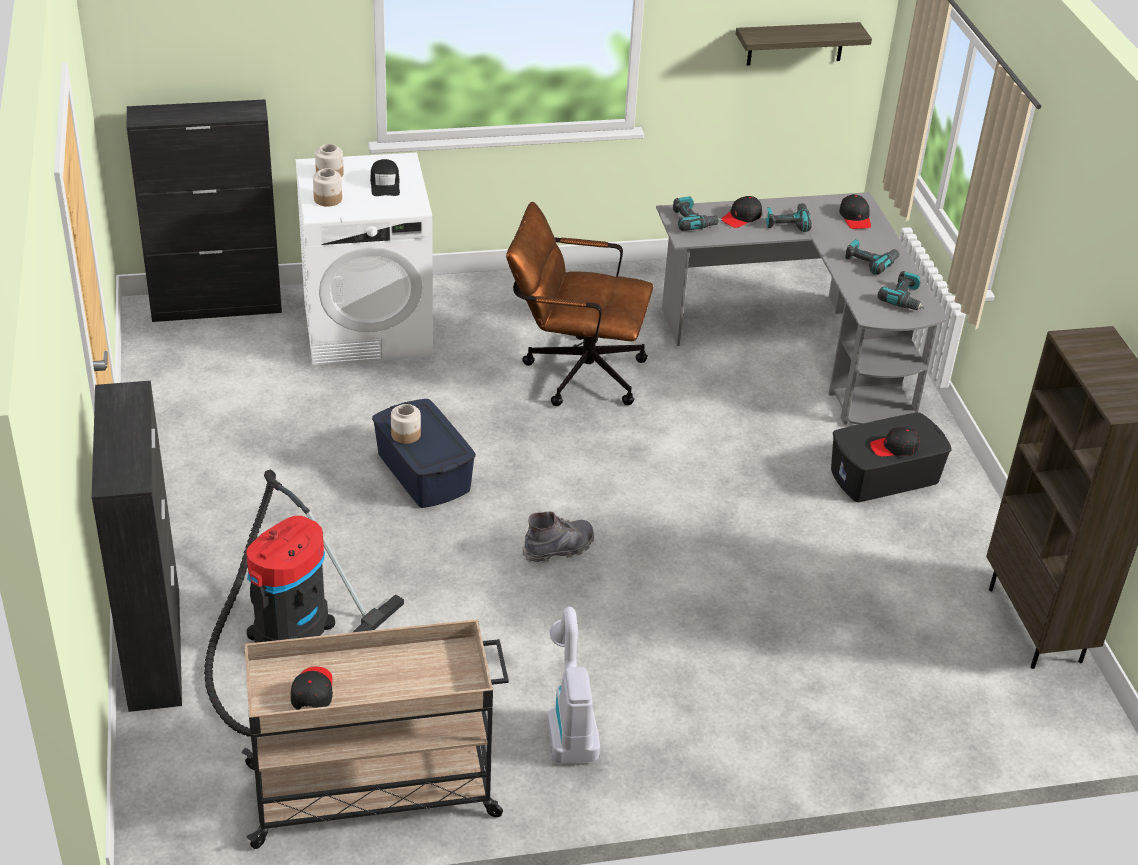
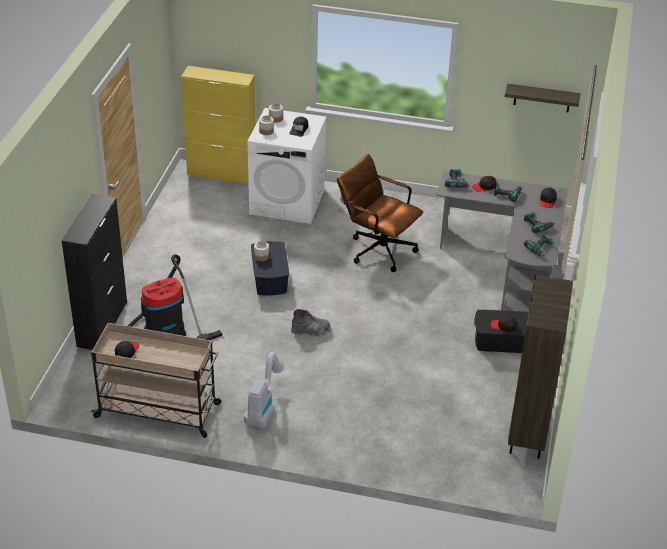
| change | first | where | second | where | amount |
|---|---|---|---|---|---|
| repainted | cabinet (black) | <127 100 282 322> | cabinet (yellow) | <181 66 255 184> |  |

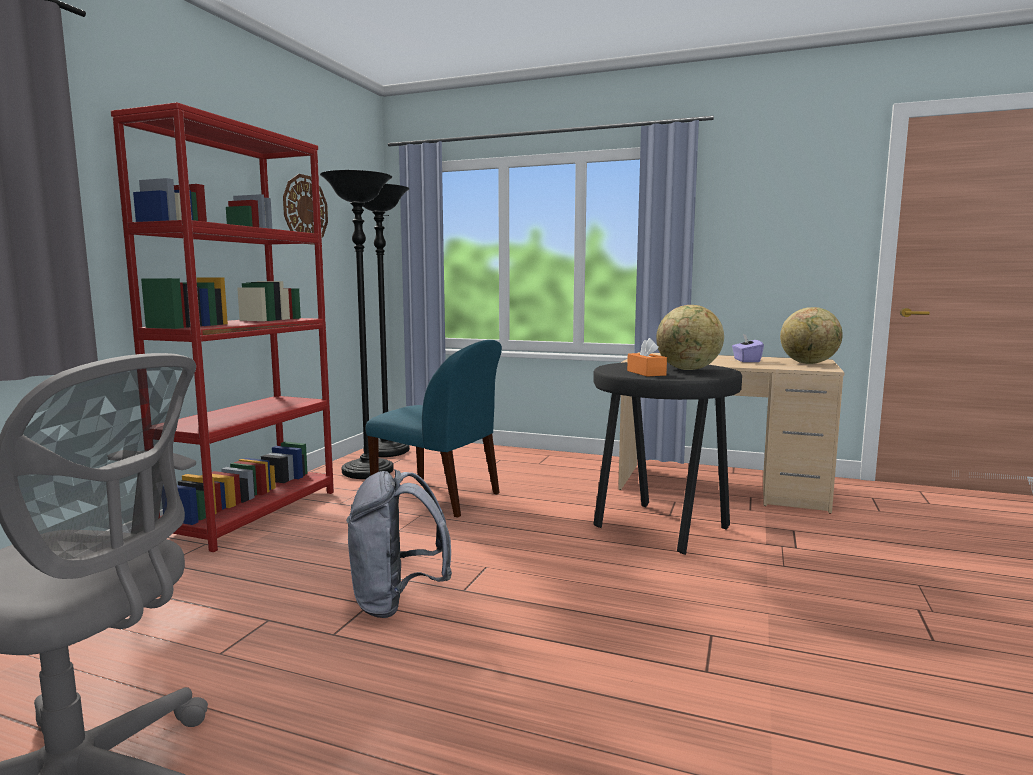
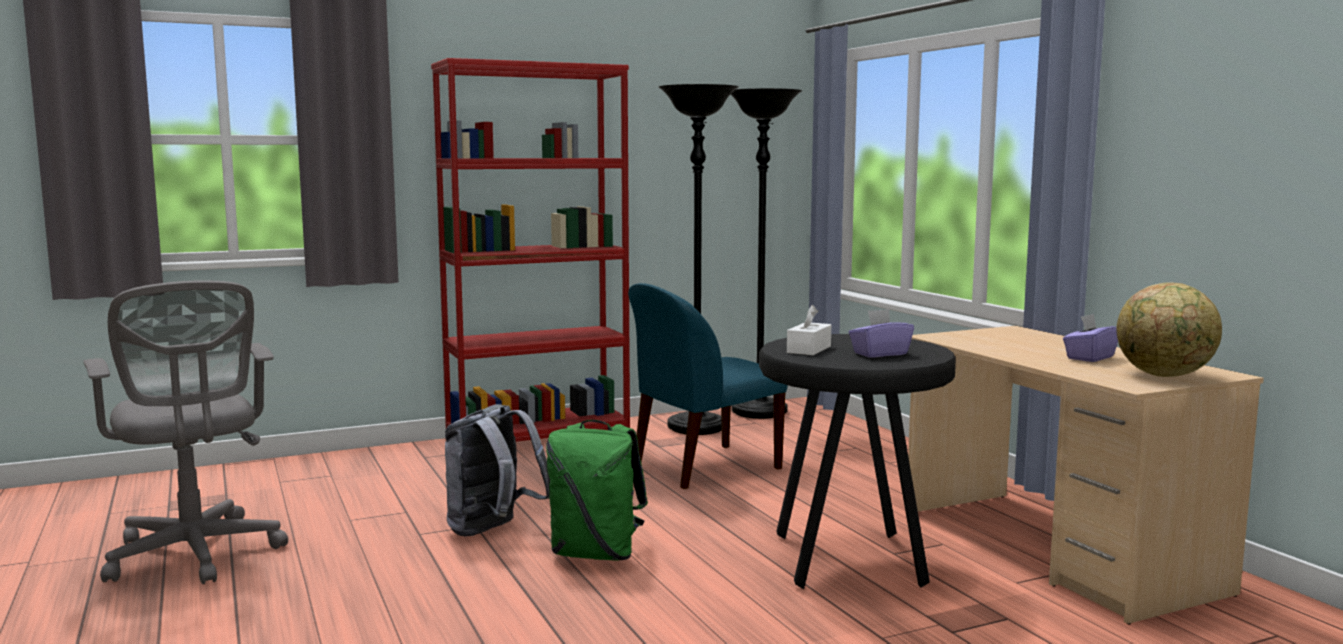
| change | first | where | second | where | amount |
|---|---|---|---|---|---|
| gone | wall clock | <283 174 328 245> |  |  |  |
| new |  |  | backpack (green) | <546 420 648 561> |  |
| swapped | globe | <656 305 724 370> | tissue box (purple) | <849 309 914 357> |  |
| repainted | tissue box (orange) | <627 338 667 377> | tissue box (white) | <787 305 831 355> |  |
| rotated | chair (blue) | <365 340 502 518> |  | <628 283 788 489> | 75 degrees clockwise |

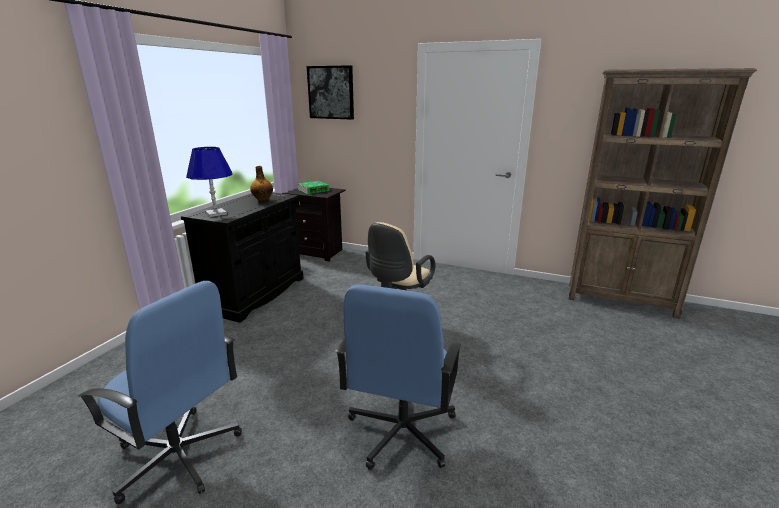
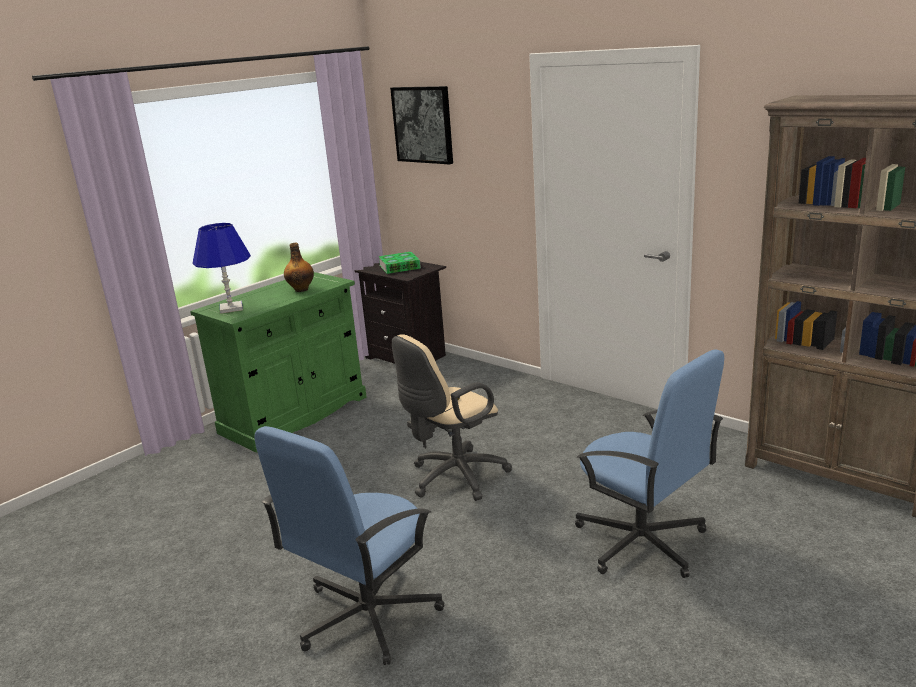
| change | first | where | second | where | amount |
|---|---|---|---|---|---|
| shifted | office chair (blue) | <77 281 242 504> |  | <575 349 724 578> |  |
| repainted | cabinet (black) | <181 192 304 323> | cabinet (green) | <190 272 367 453> |  |

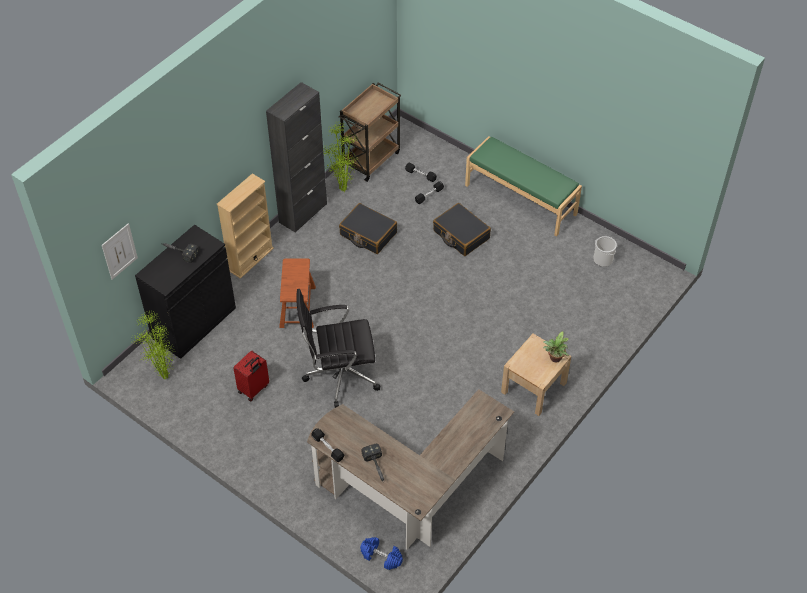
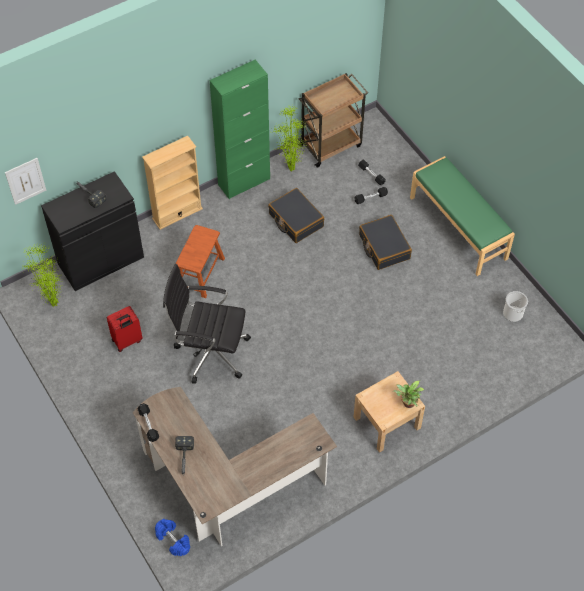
| change | first | where | second | where | amount |
|---|---|---|---|---|---|
| repainted | cabinet (black) | <266 82 327 233> | cabinet (green) | <210 60 270 199> |  |

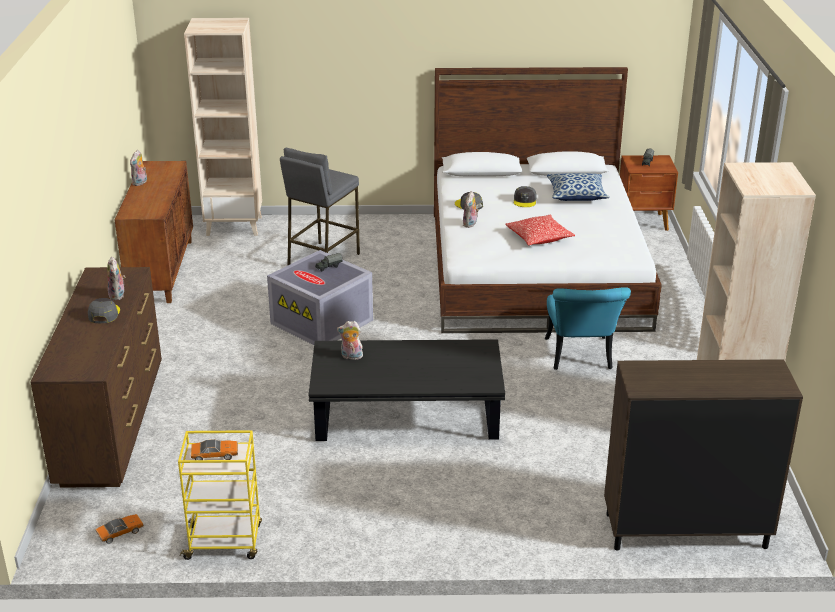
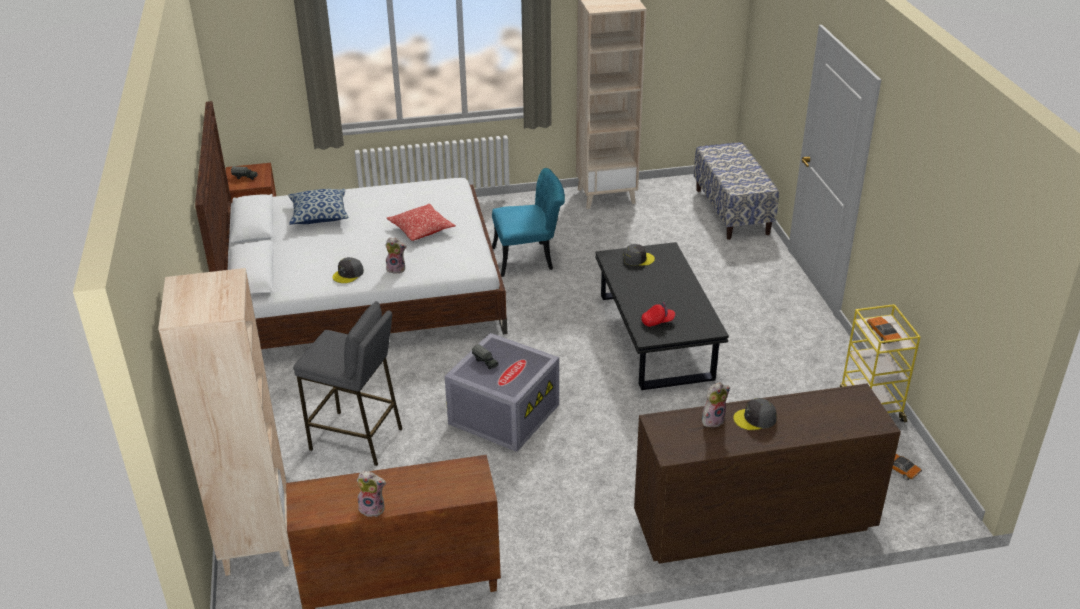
| change | first | where | second | where | amount |
|---|---|---|---|---|---|
| shifted | cap (grey) | <514 186 537 207> |  | <623 244 655 266> |  |
| swapped | plush toy | <337 321 363 360> | cap (red) | <641 302 675 327> |  |
| swapped | cabinet (brown) | <604 359 803 550> | bench | <694 142 779 240> |  |

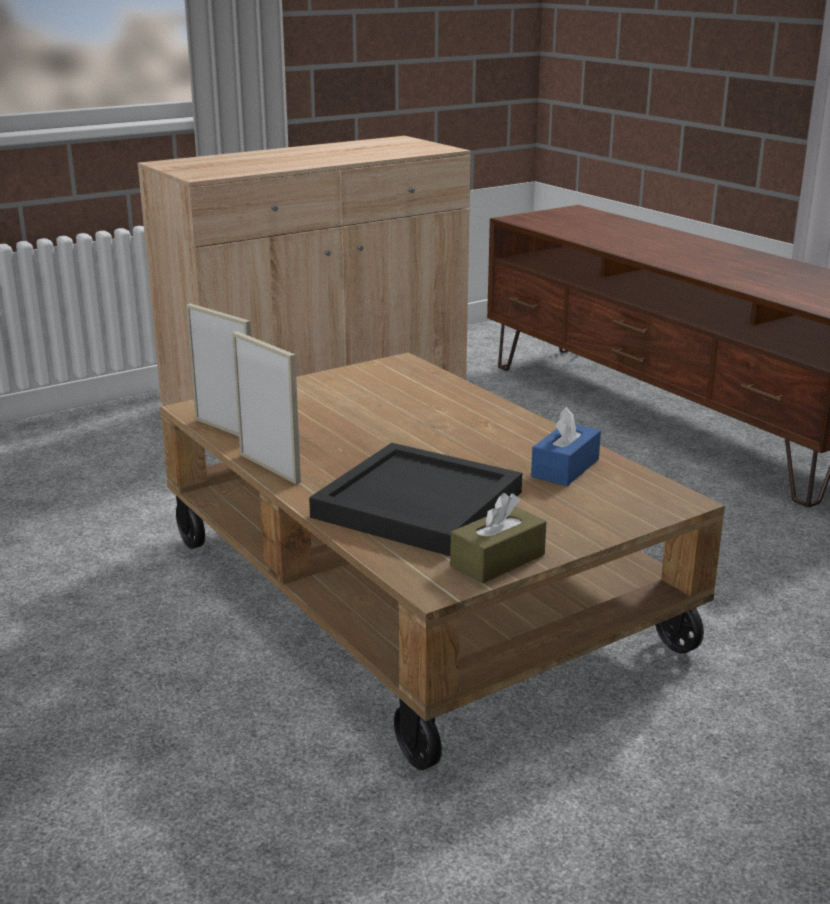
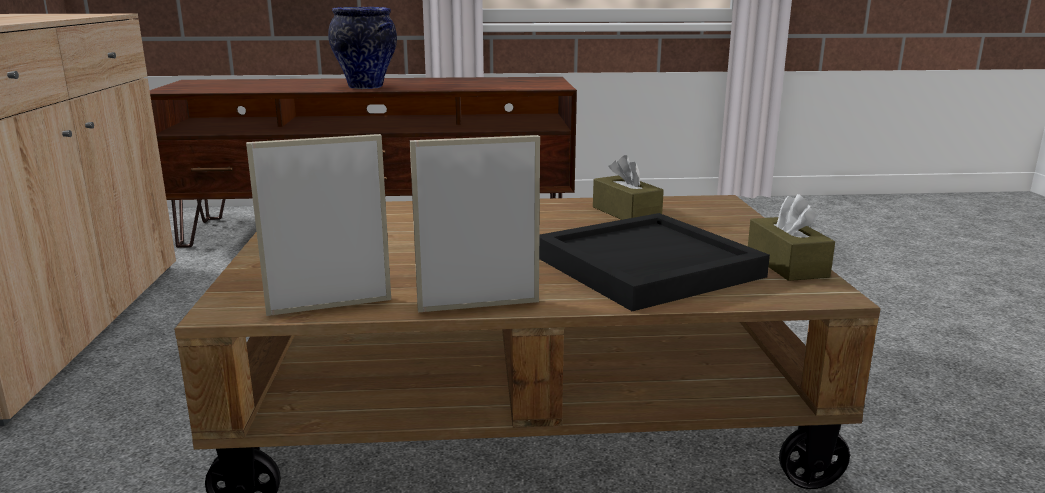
| change | first | where | second | where | amount |
|---|---|---|---|---|---|
| new |  |  | vase | <328 7 397 89> |  |
| repainted | tissue box (blue) | <531 407 601 486> | tissue box (brown) | <593 155 664 220> |  |

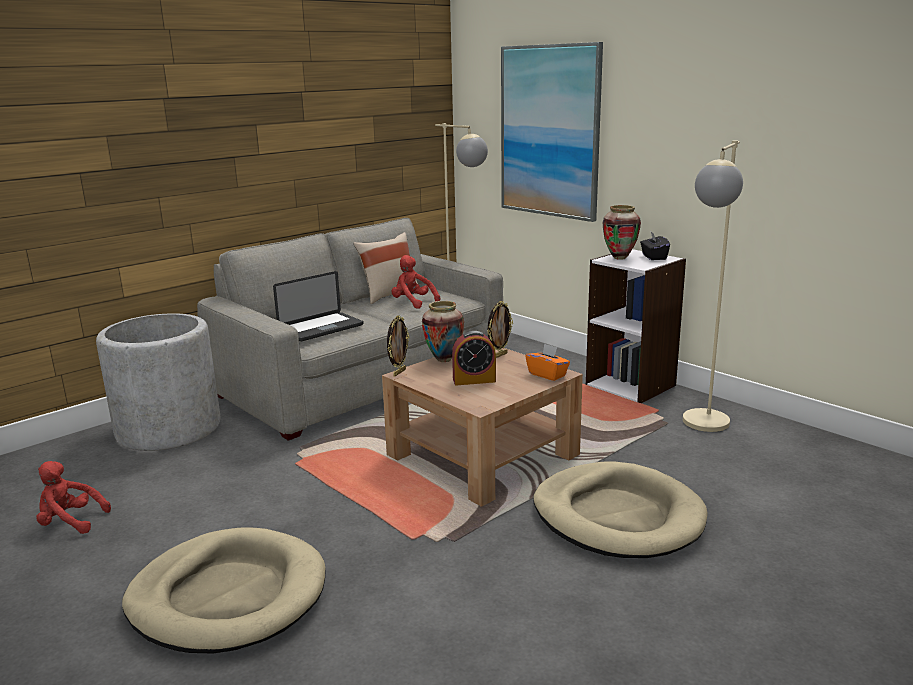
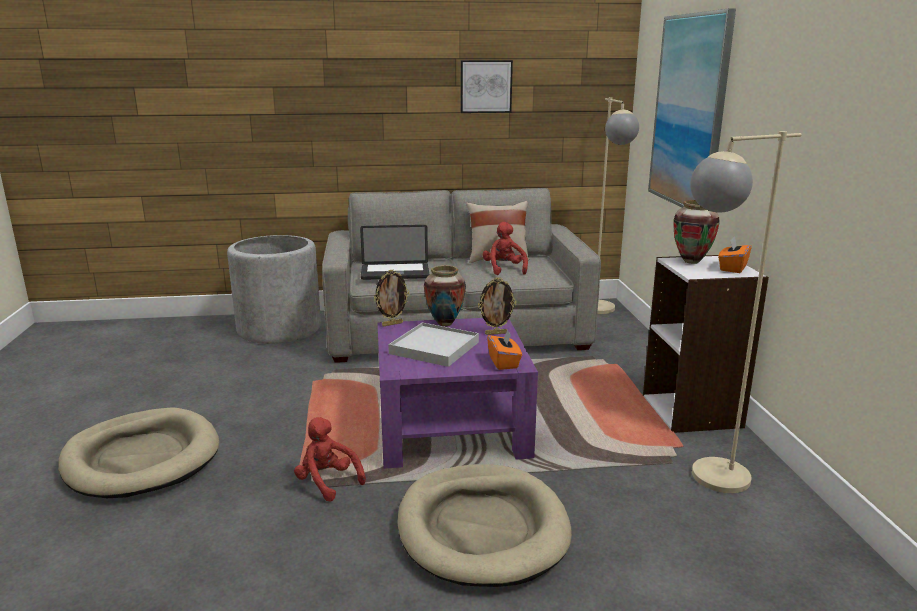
| change | first | where | second | where | amount |
|---|---|---|---|---|---|
| new |  |  | picture | <460 60 513 113> |  |
| shifted | plush toy (red) | <36 461 111 534> |  | <294 417 366 502> |  |
| swapped | alarm clock | <452 331 496 385> | tray (white) | <388 323 479 367> |  |
| repainted | coffee table (brown) | <382 348 583 507> | coffee table (purple) | <377 318 538 469> |  |
| repainted | tissue box (black) | <640 232 670 260> | tissue box (orange) | <718 237 752 273> |  |

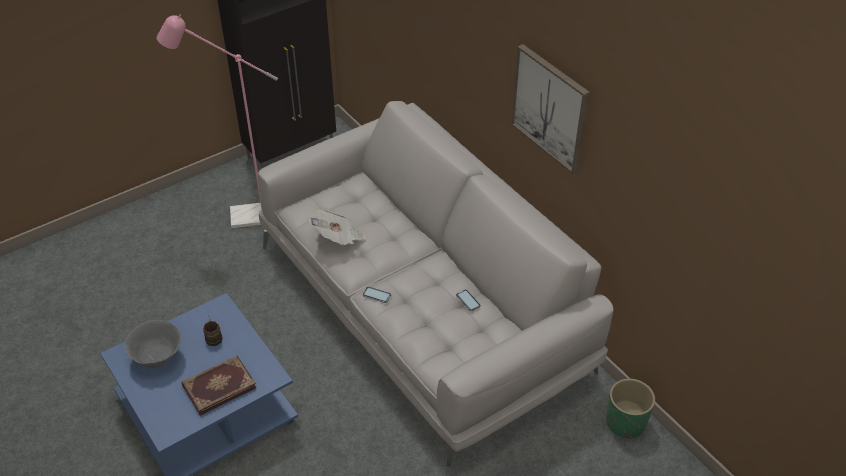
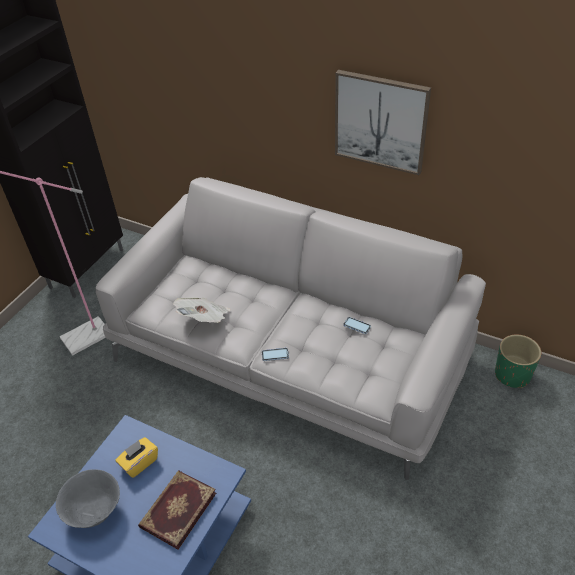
| change | first | where | second | where | amount |
|---|---|---|---|---|---|
| swapped | mug (brown) | <203 316 223 346> | tissue box (yellow) | <115 437 158 478> |  |

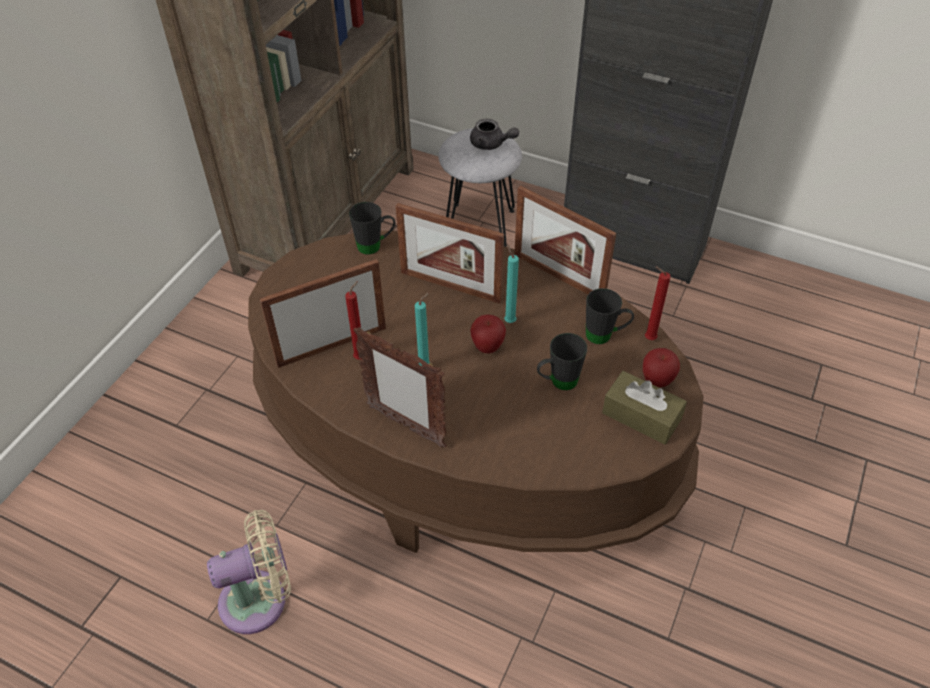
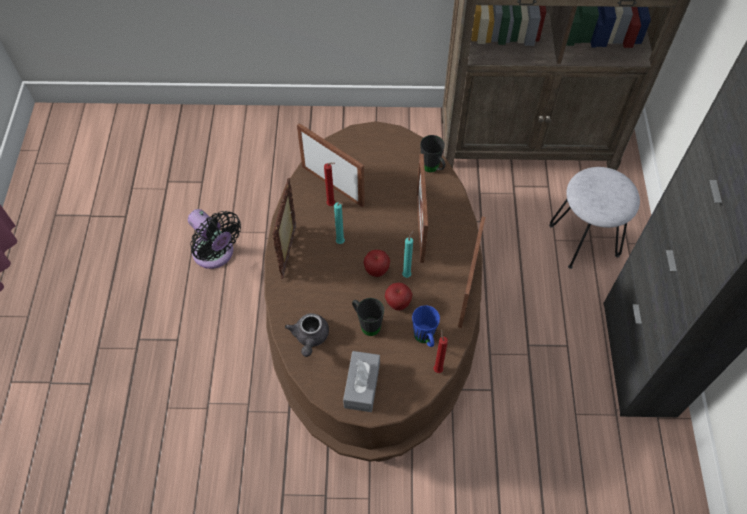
| change | first | where | second | where | amount |
|---|---|---|---|---|---|
| shifted | teapot (grey) | <470 119 519 150> |  | <285 313 329 357> |  |
| shifted | apple | <643 348 680 387> |  | <385 283 413 311> |  |
| repainted | fan (beige) | <207 510 291 634> | fan (black) | <188 209 241 269> |  |
| repainted | mug (black) | <586 288 634 344> | mug (blue) | <412 305 440 347> |  |
| repainted | tissue box (brown) | <602 371 687 445> | tissue box (grey) | <343 351 380 412> |  |

